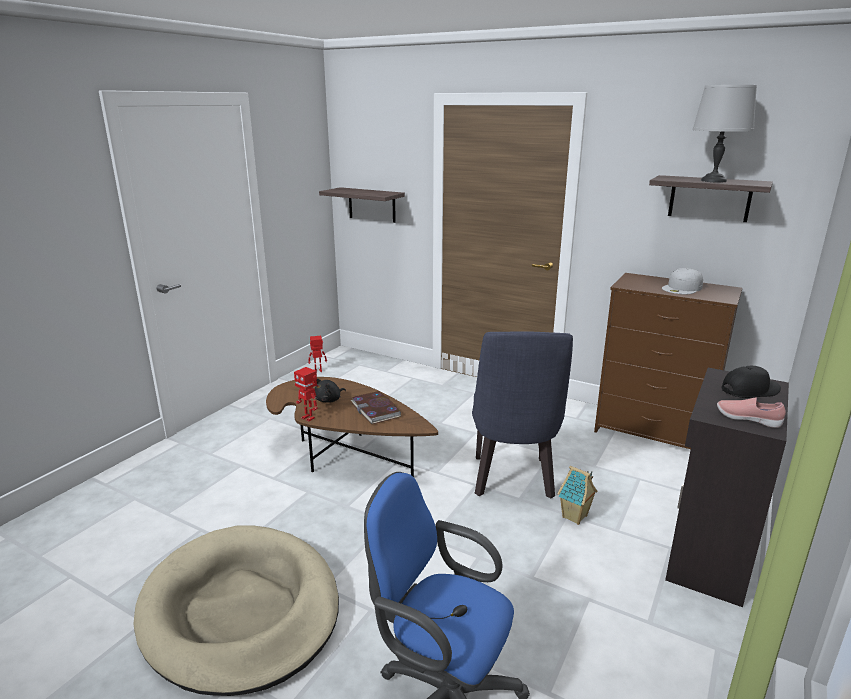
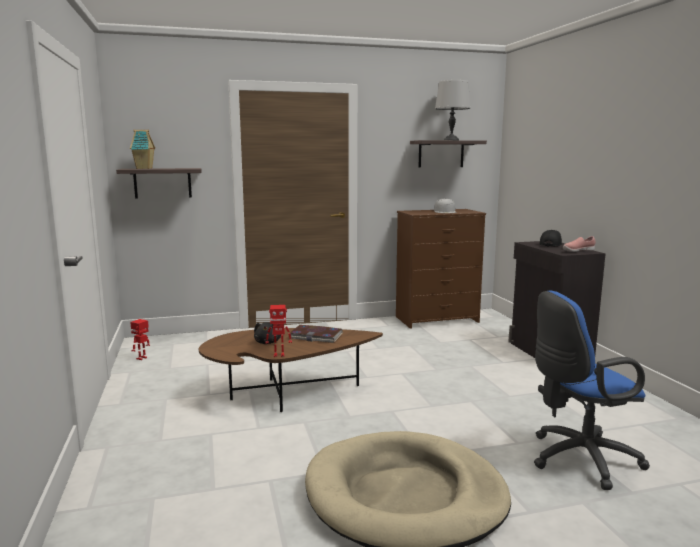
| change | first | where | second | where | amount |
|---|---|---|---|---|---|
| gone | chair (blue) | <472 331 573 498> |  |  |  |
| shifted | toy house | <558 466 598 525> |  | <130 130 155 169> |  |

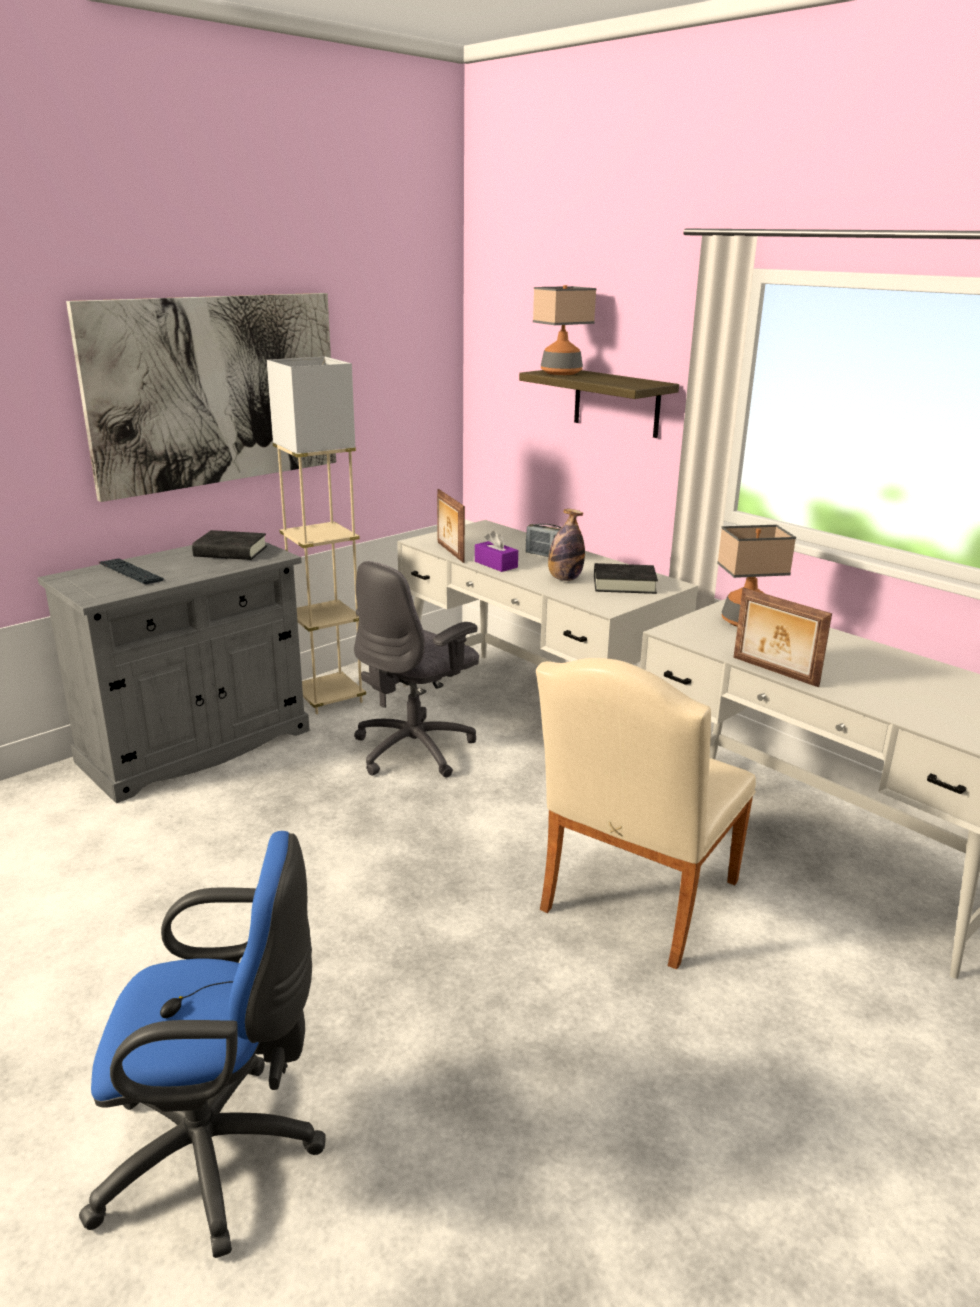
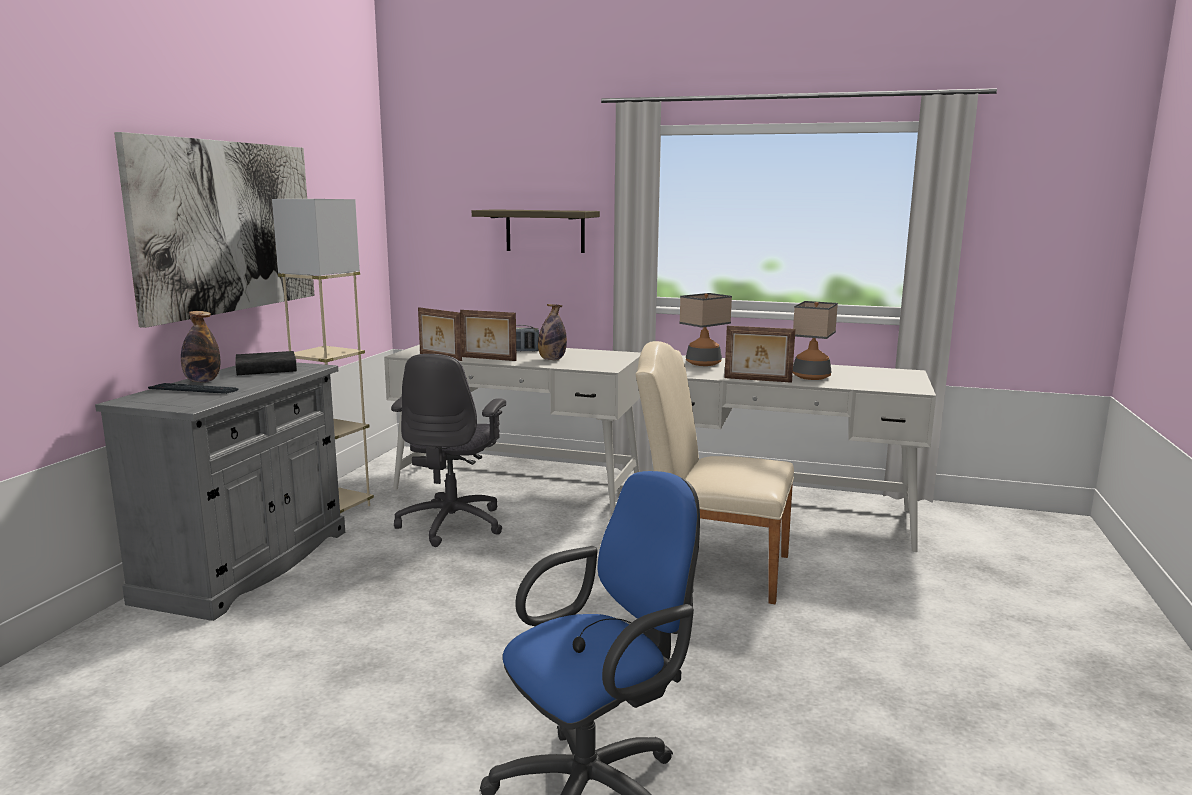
| change | first | where | second | where | amount |
|---|---|---|---|---|---|
| gone | book (black) | <594 563 658 594> |  |  |  |
| new |  |  | bottle | <181 311 221 382> |  |
| shifted | table lamp | <533 285 596 375> |  | <793 301 838 380> |  |
| swapped | tissue box (purple) | <475 530 518 572> | picture frame | <460 310 517 361> |  |
| rotated | chair (beige) | <536 658 756 970> |  | <636 341 794 605> | 105 degrees clockwise |

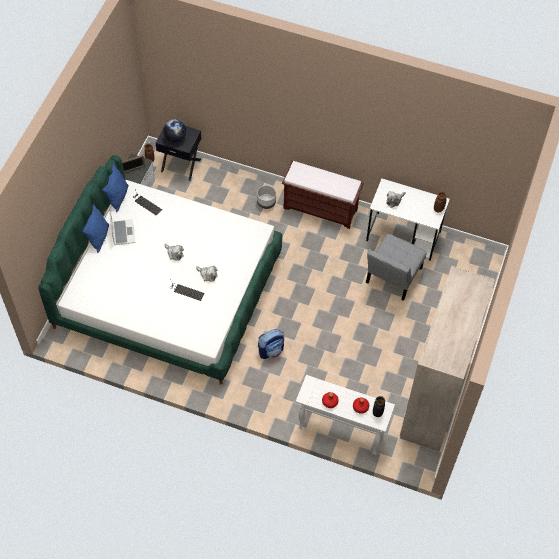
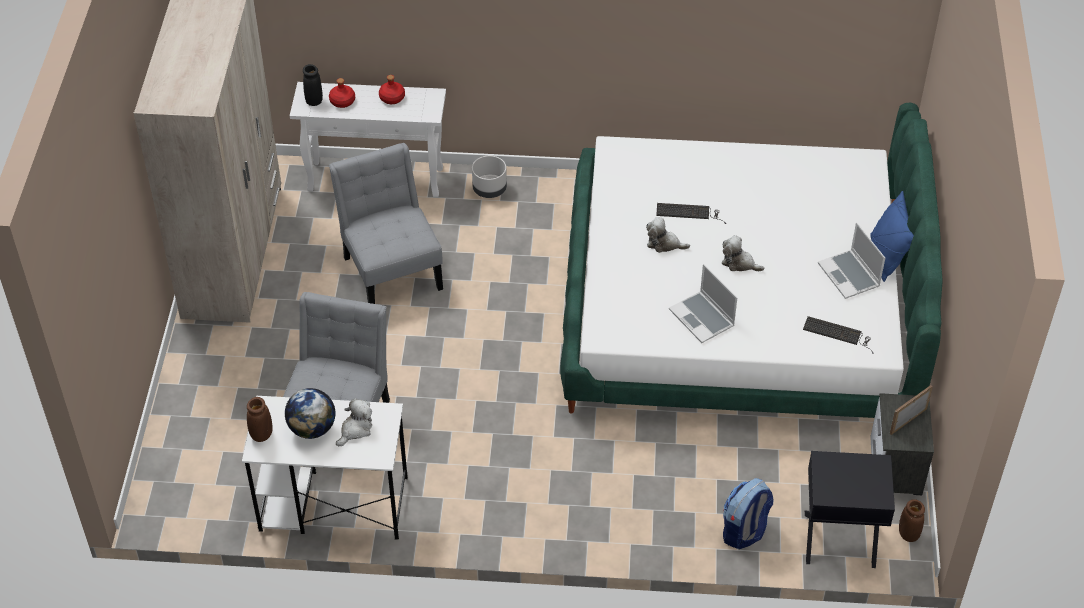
| change | first | where | second | where | amount |
|---|---|---|---|---|---|
| gone | pillow (blue) | <102 164 128 212> |  |  |  |
| gone | bench (brown) | <282 160 364 229> |  |  |  |
| new |  |  | chair (grey) | <329 143 443 304> |  |
| new |  |  | laptop | <669 264 737 343> |  |
| shifted | globe | <163 119 186 143> |  | <285 388 336 439> |  |
| shifted | planter (grey) | <257 185 276 209> |  | <472 156 507 198> |  |
| shifted | backpack | <258 329 284 359> |  | <723 478 774 549> |  |

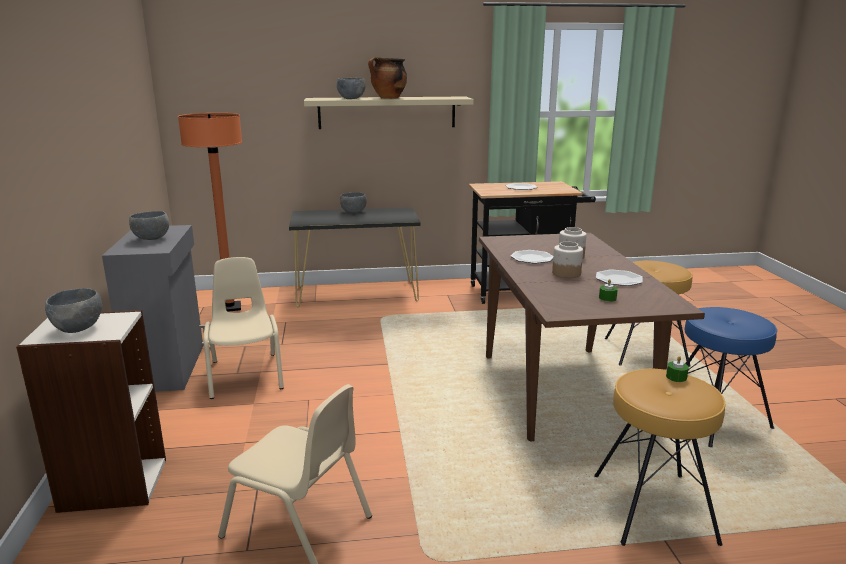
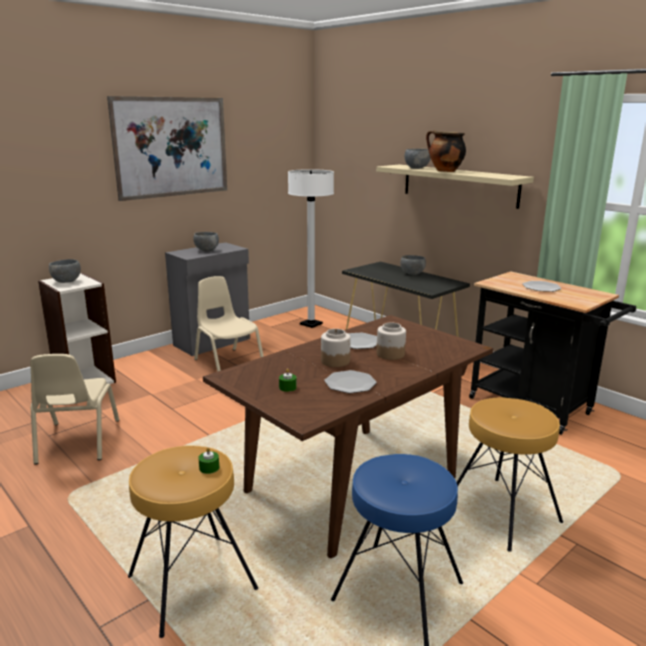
| change | first | where | second | where | amount |
|---|---|---|---|---|---|
| new |  |  | picture | <107 96 227 201> |  |
| repainted | floor lamp (orange) | <178 113 242 312> | floor lamp (white) | <288 169 334 328> |  |
| rotated | chair (beige) | <203 257 284 399> |  | <194 276 264 372> | 75 degrees counterclockwise |

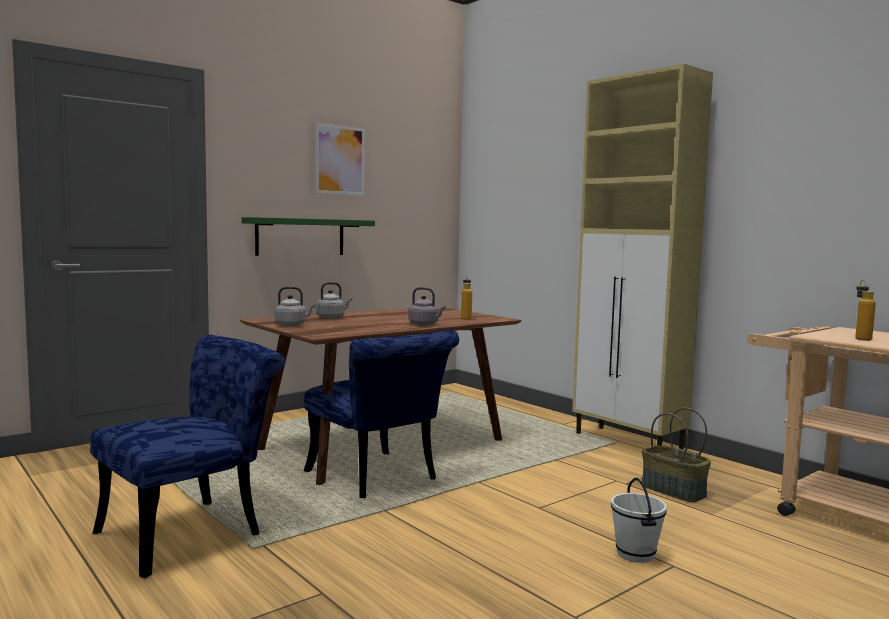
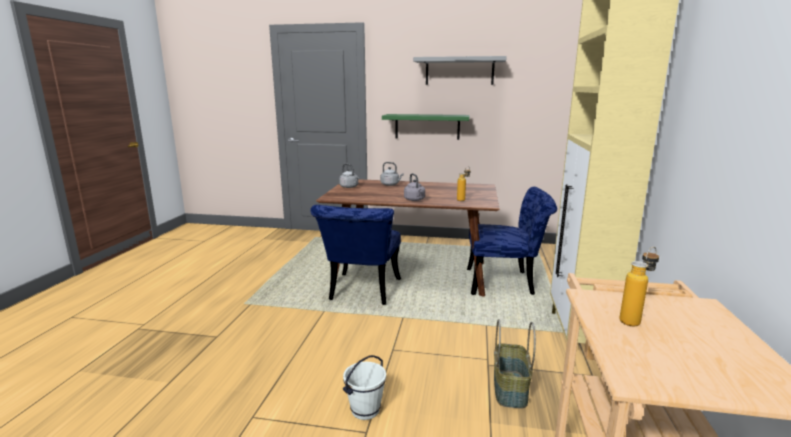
| change | first | where | second | where | amount |
|---|---|---|---|---|---|
| shifted | chair (blue) | <90 335 285 578> |  | <467 187 557 295> |  |
| swapped | picture | <315 123 365 196> | shelf (grey) | <413 56 507 85> |  |

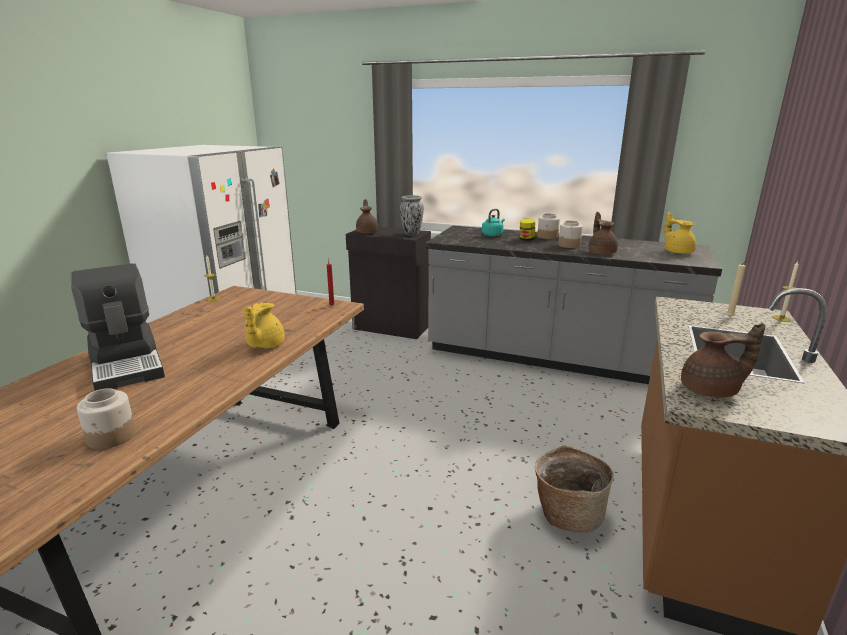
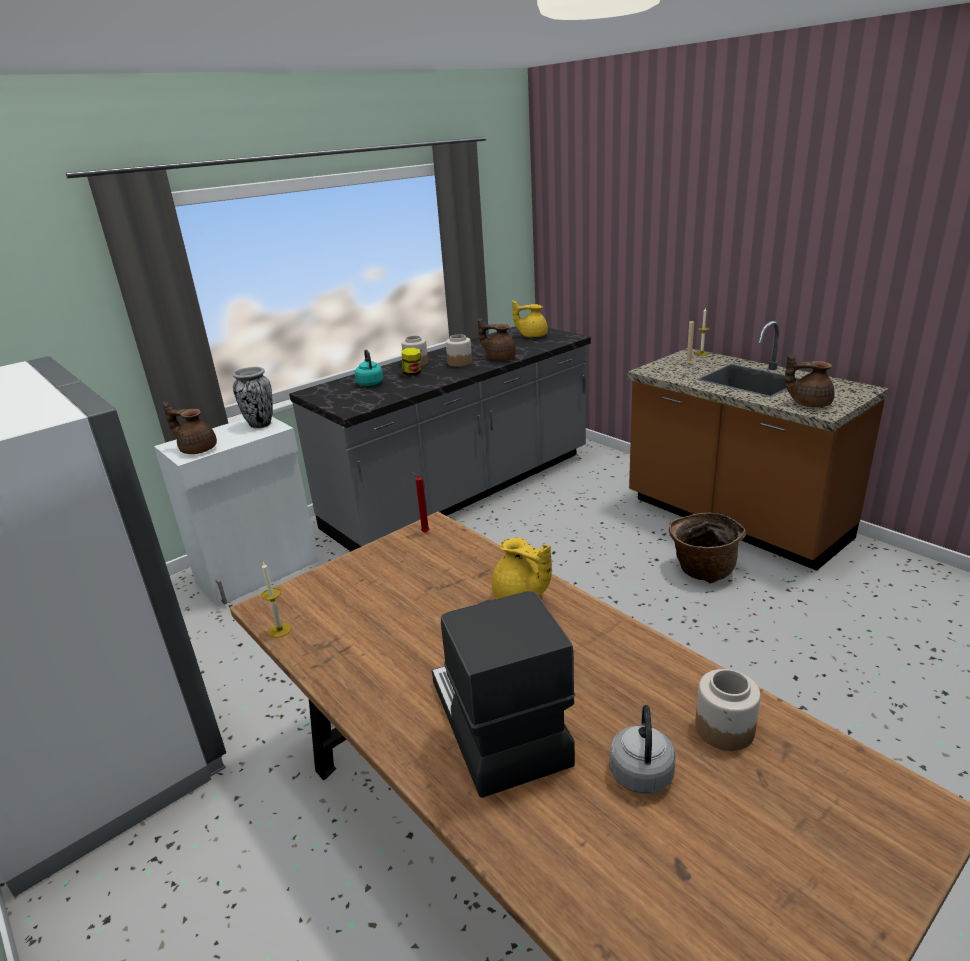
| change | first | where | second | where | amount |
|---|---|---|---|---|---|
| new |  |  | kettle (grey) | <610 705 676 794> |  |
| repainted | cabinet (black) | <346 227 431 339> | cabinet (white) | <154 417 319 607> |  |
| rotated | coffee machine | <71 264 165 391> |  | <432 591 575 798> | 105 degrees counterclockwise |
| rotated | teapot (brown) | <681 323 765 398> |  | <785 355 835 407> | 105 degrees counterclockwise |

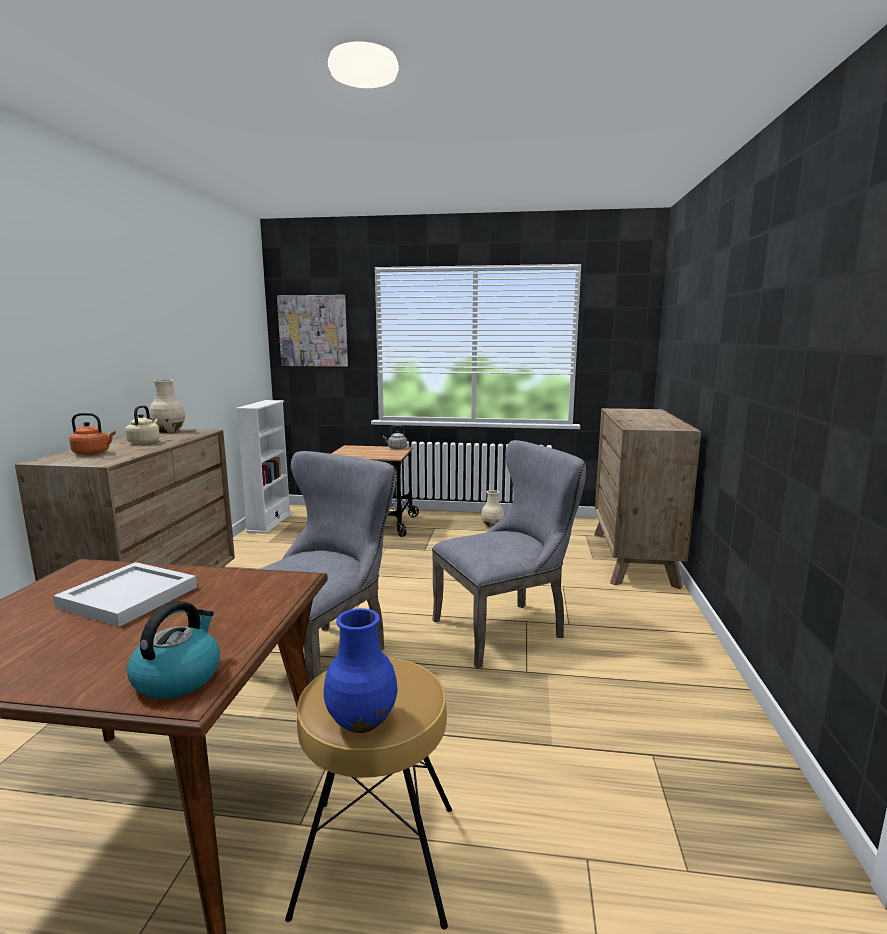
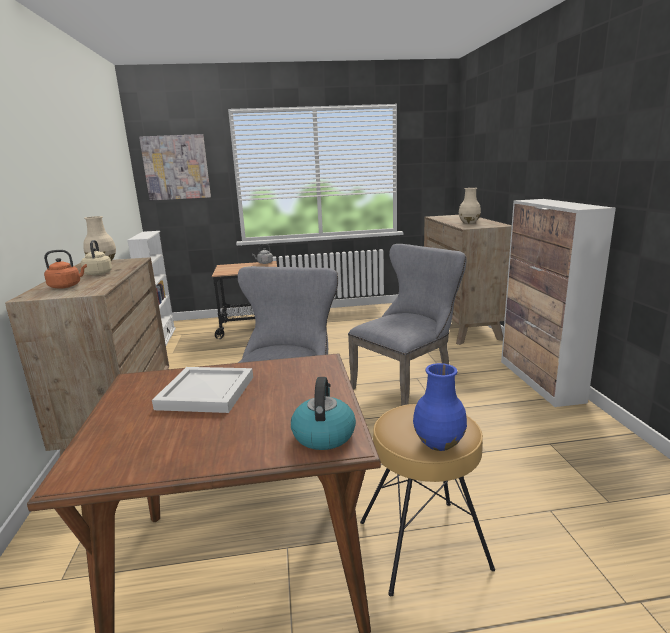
| change | first | where | second | where | amount |
|---|---|---|---|---|---|
| new |  |  | cabinet | <501 199 616 407> |  |
| shifted | vase (beige) | <481 490 504 528> |  | <459 188 481 223> |  |

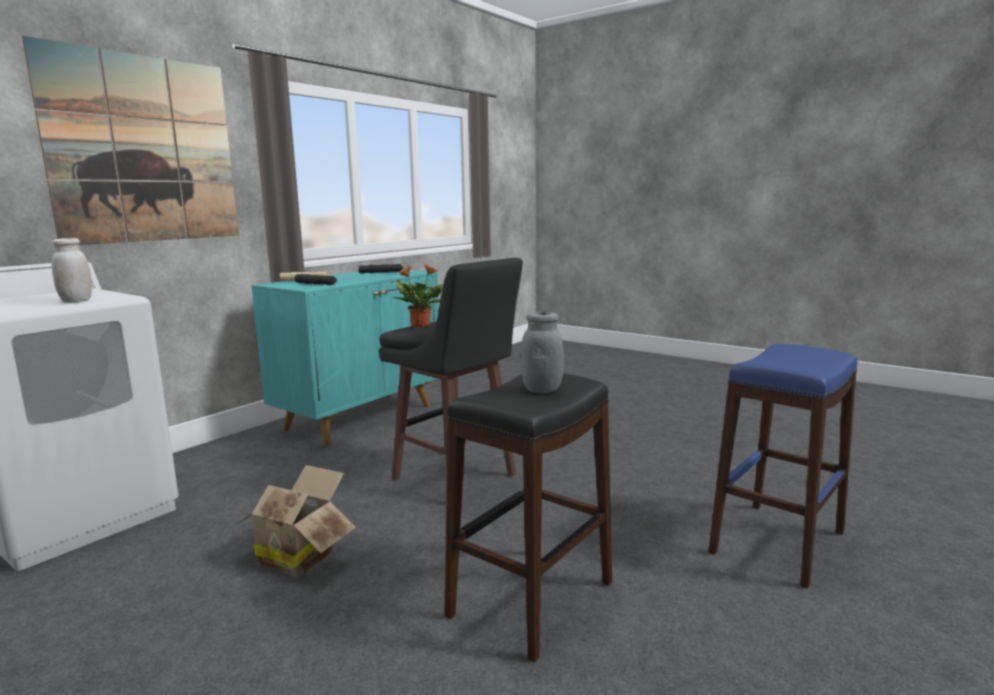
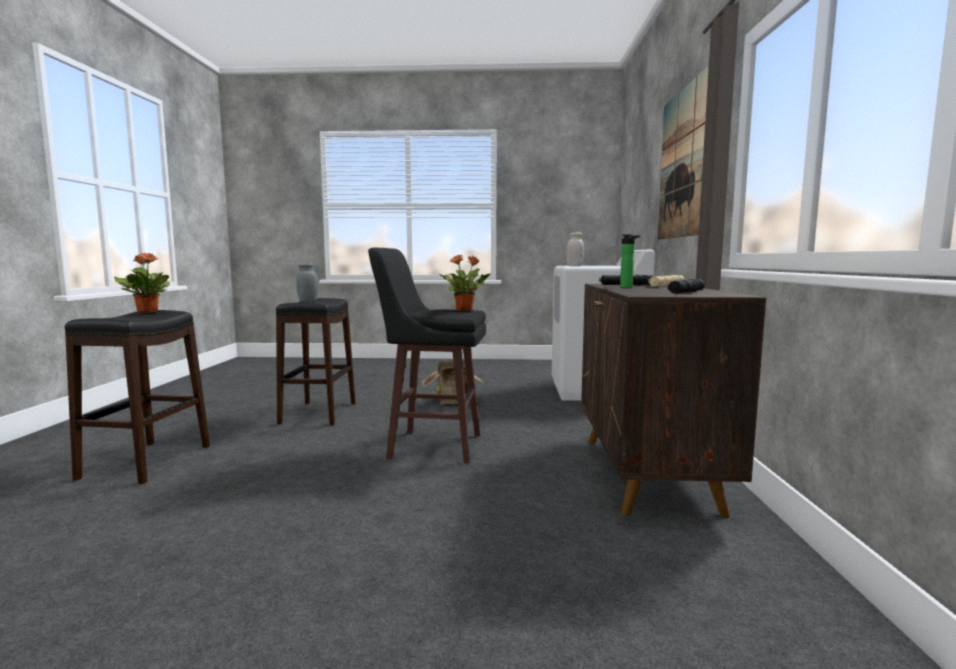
| change | first | where | second | where | amount |
|---|---|---|---|---|---|
| new |  |  | potted plant | <114 253 170 313> |  |
| new |  |  | bottle | <620 234 640 288> |  |
| repainted | cabinet (turquoise) | <252 270 439 446> | cabinet (brown) | <581 284 766 518> |  |
| repainted | stool (blue) | <709 344 858 589> | stool (black) | <65 310 210 484> |  |

